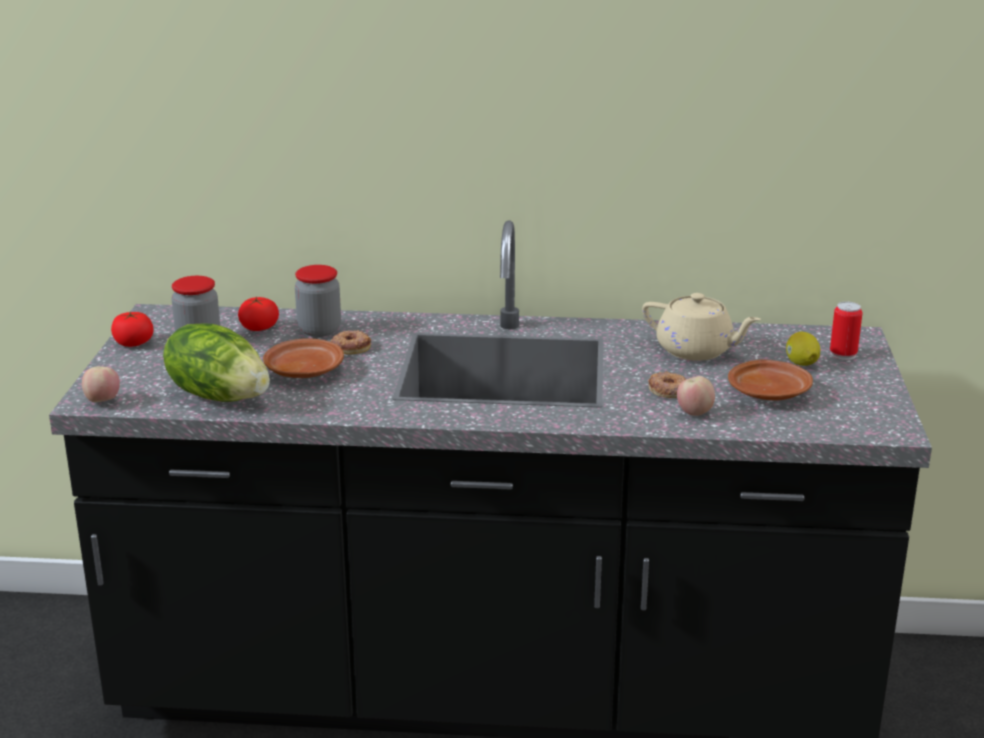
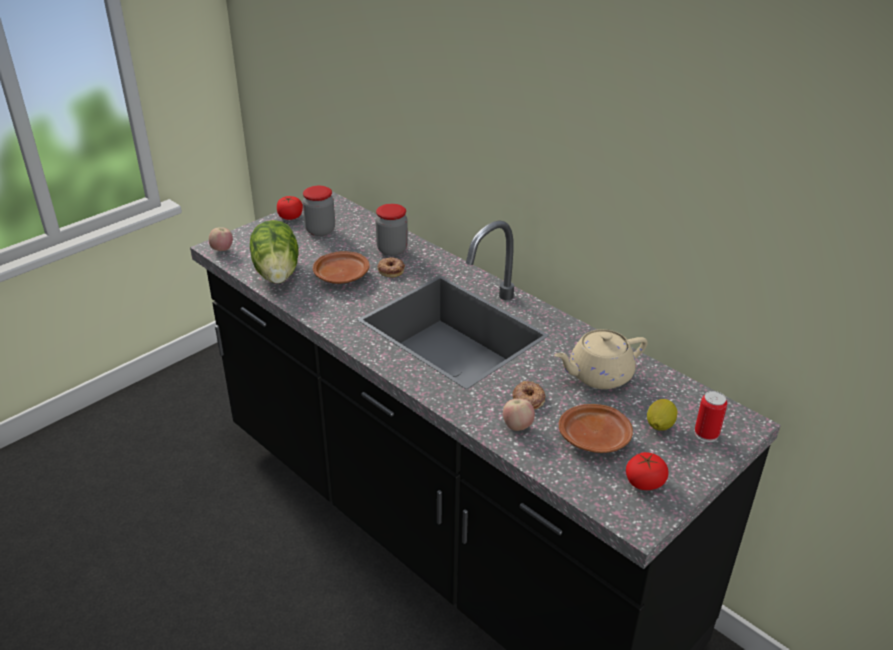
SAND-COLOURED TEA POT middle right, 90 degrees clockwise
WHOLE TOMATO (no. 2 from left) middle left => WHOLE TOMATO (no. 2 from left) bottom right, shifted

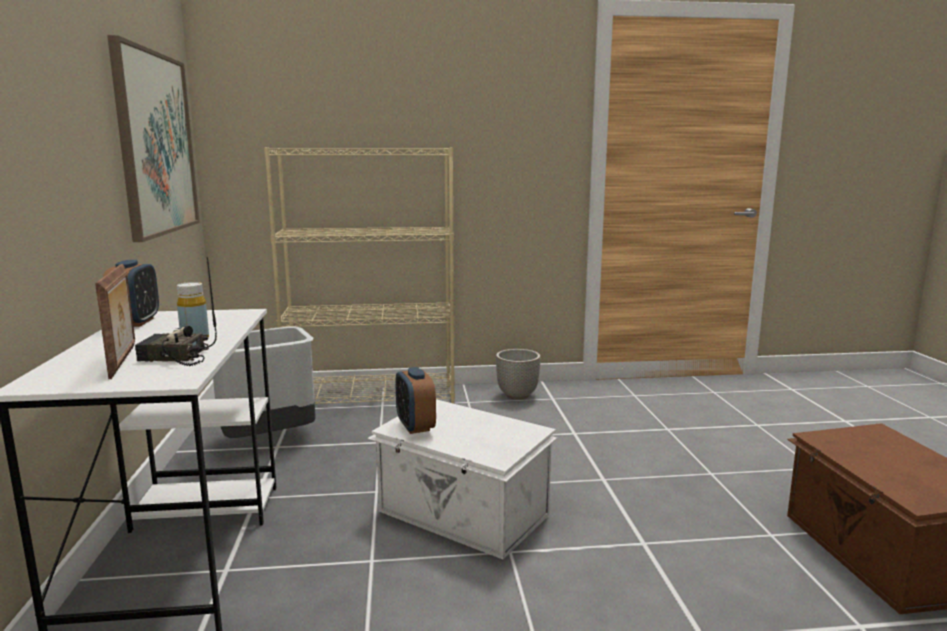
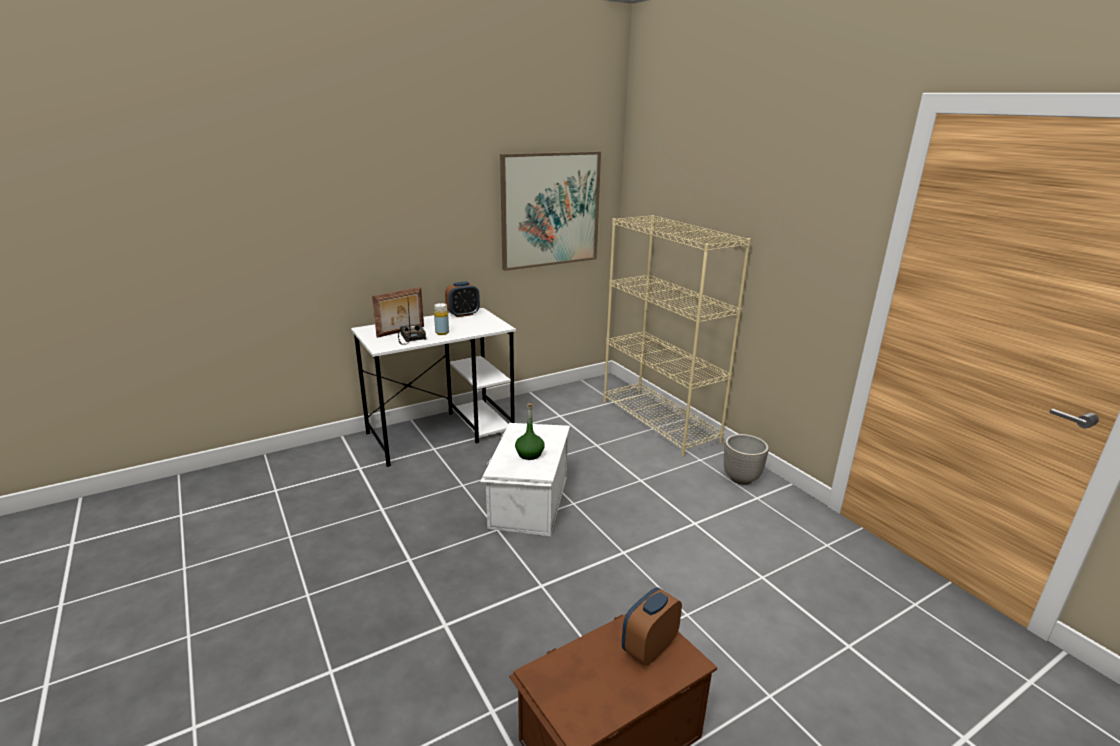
GRAY WASTE BIN middle left => nothing
TABLE CLOCK (no. 2 from left) centre => TABLE CLOCK (no. 2 from left) bottom centre, shifted
nothing => GREEN-COLOURED DRINK BOTTLE centre

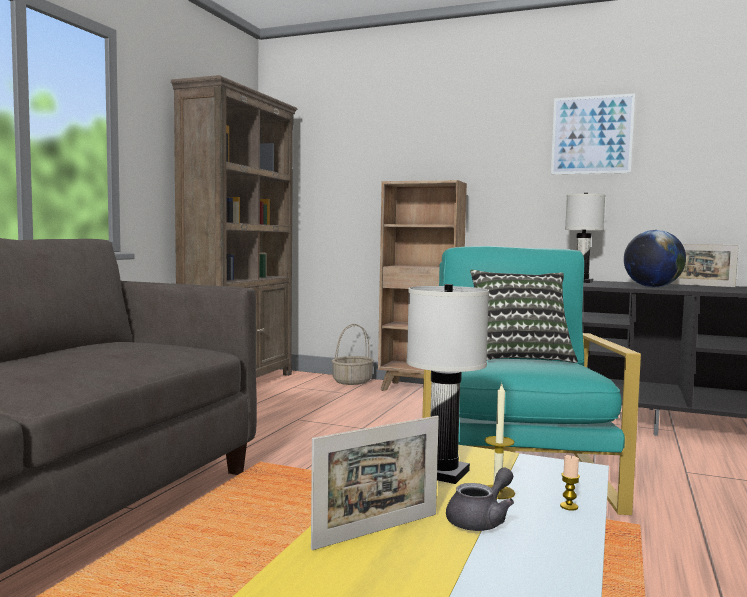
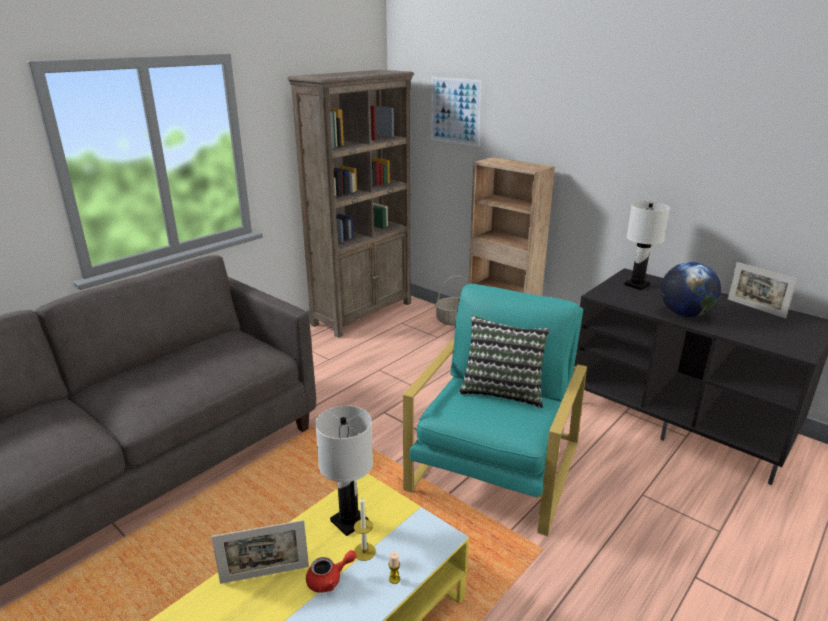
WALL PICTURE top right => WALL PICTURE top centre, shifted
GRAY TEA POT bottom centre => RED TEA POT bottom centre

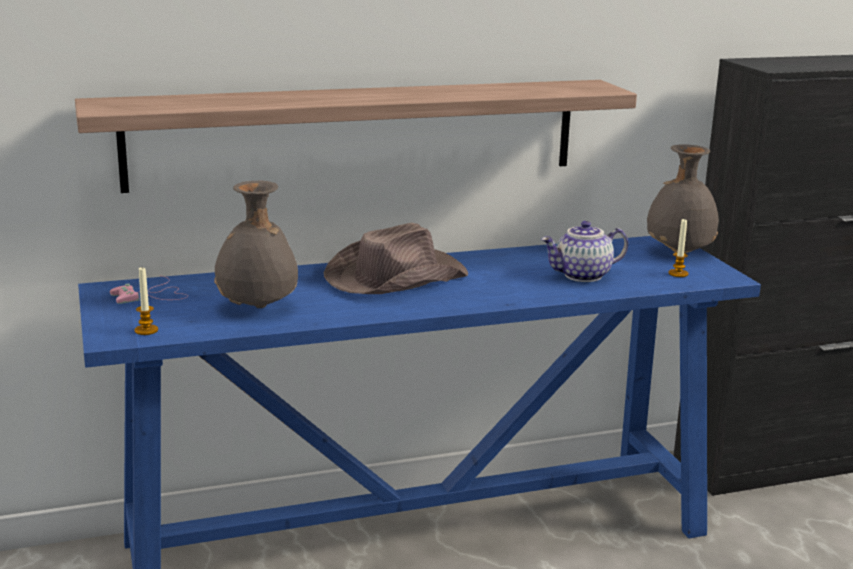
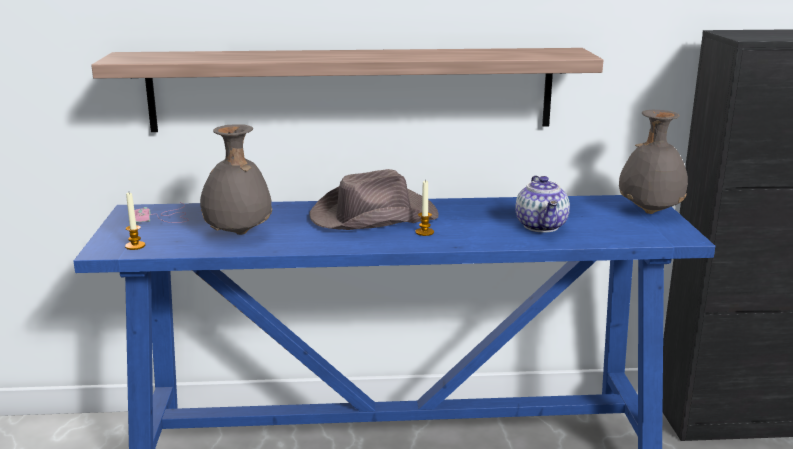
CANDLE (no. 2 from left) middle right => CANDLE (no. 2 from left) centre, shifted
TEA POT middle right, 90 degrees counterclockwise

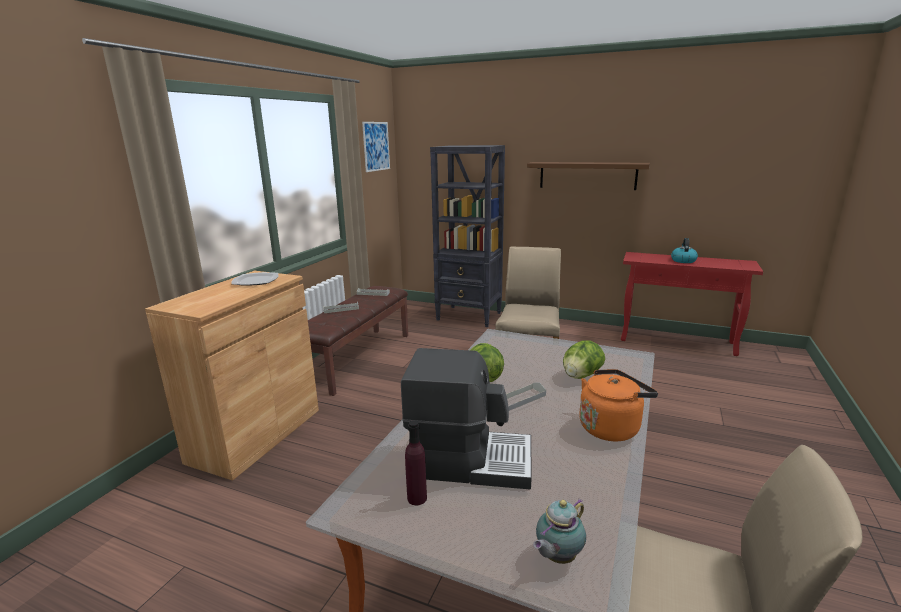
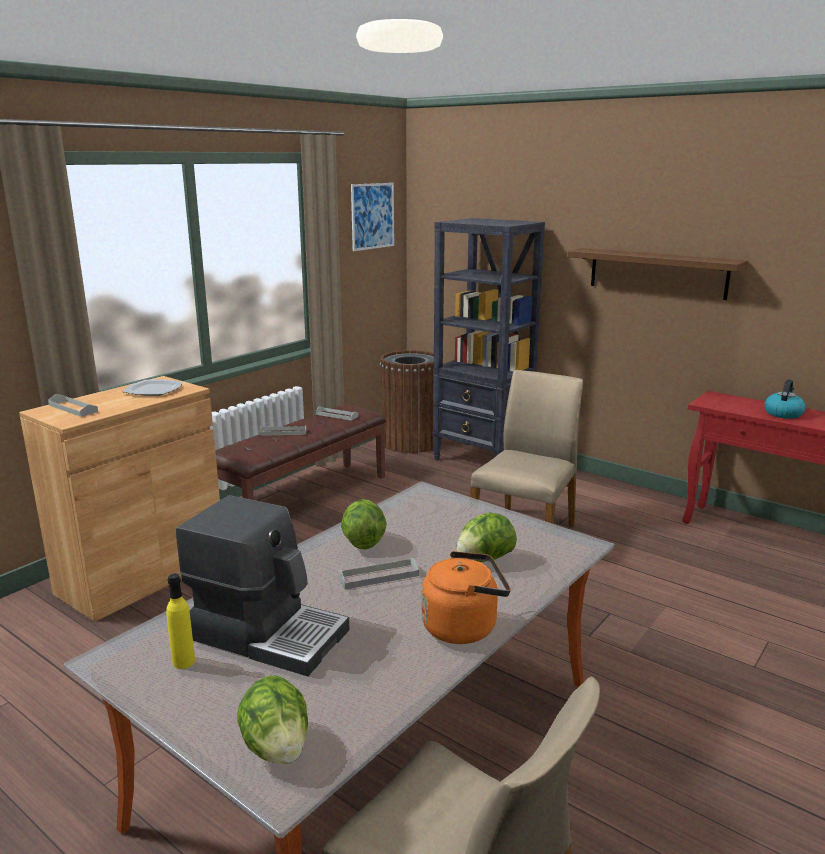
PURPLISH DRINK BOTTLE bottom centre => YELLOW DRINK BOTTLE bottom left
TEA POT bottom centre => LETTUCE HEAD (no. 1 from left) bottom left
nothing => BROWNISH WASTE BIN centre
nothing => GRAY CARRYING TRAY (no. 1 from left) middle left

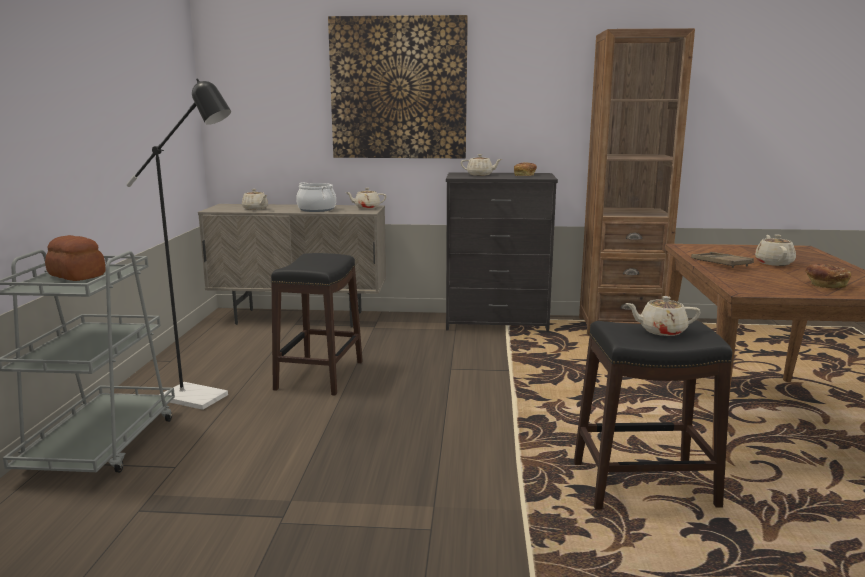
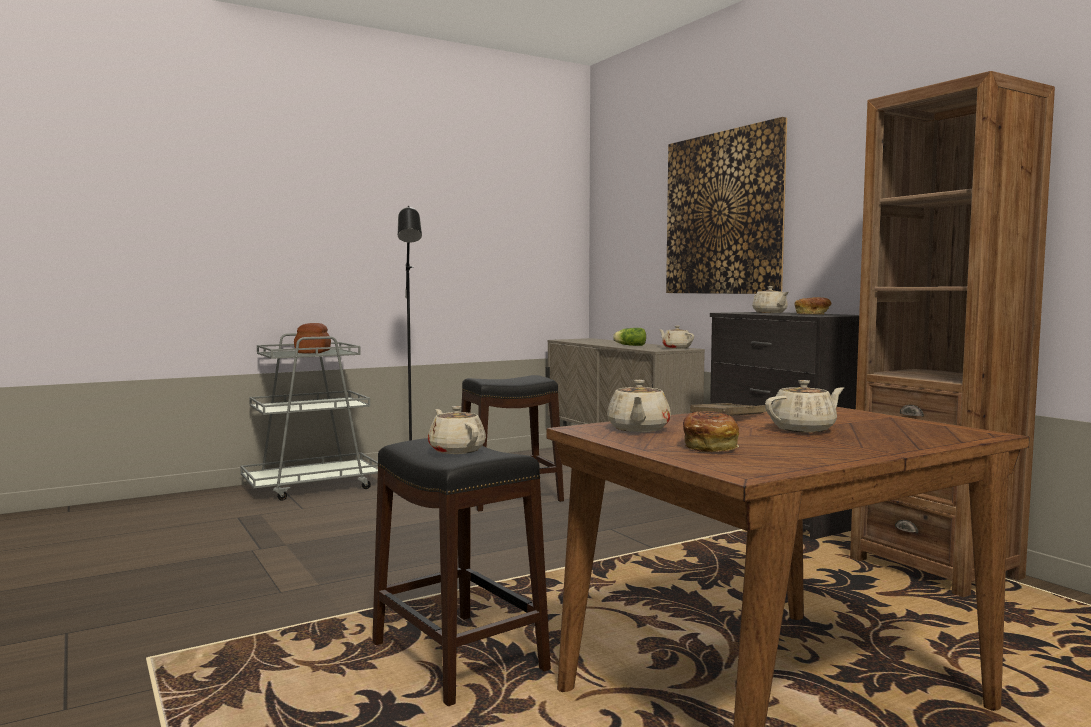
SAUCEPOT centre => LETTUCE HEAD centre
SAND-COLOURED TEA POT (no. 1 from left in the first image) middle left => SAND-COLOURED TEA POT (no. 2 from left) centre, shifted

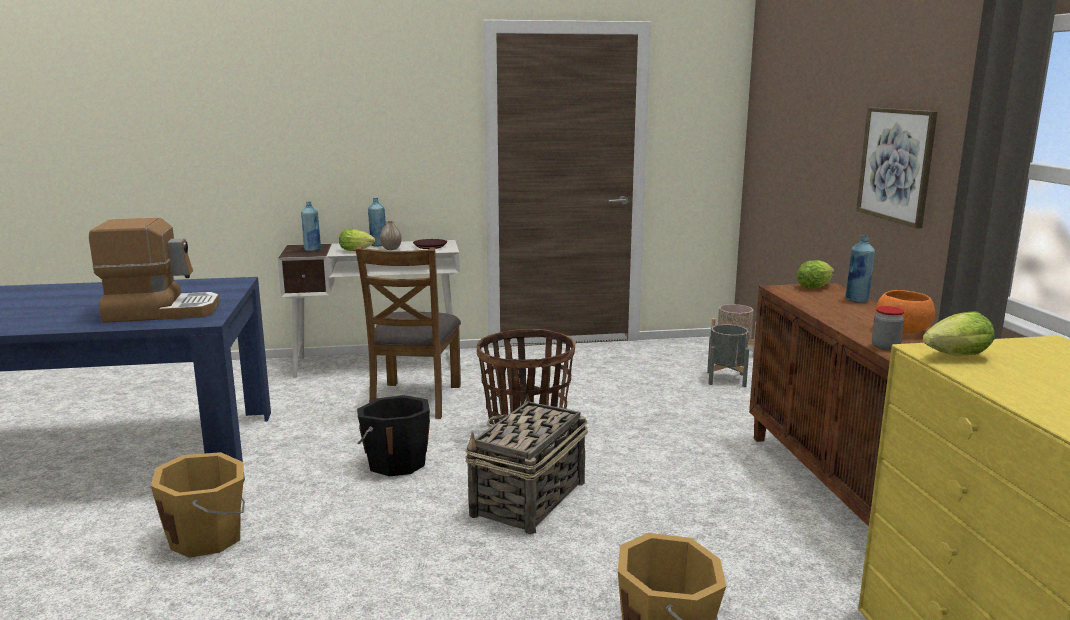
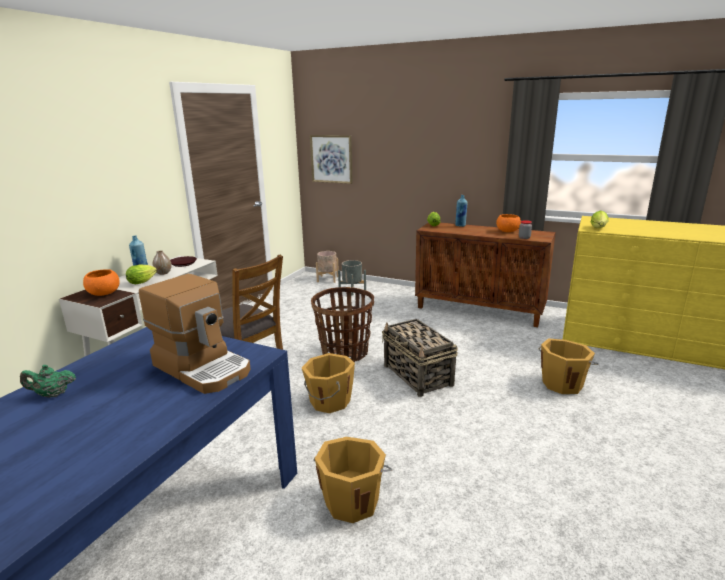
WALL PICTURE top right => WALL PICTURE top centre, shifted
BLUE-COLOURED DRINK BOTTLE (no. 1 from left) middle left => ORANGE-COLOURED DEEP DISH (no. 1 from left) middle left
COFFEE BREWER middle left, 105 degrees clockwise
BLACK-COLOURED WATER BUCKET bottom centre => ORANGE-COLOURED WATER BUCKET (no. 1 from left) centre
nothing => GREEN-COLOURED TEA POT middle left

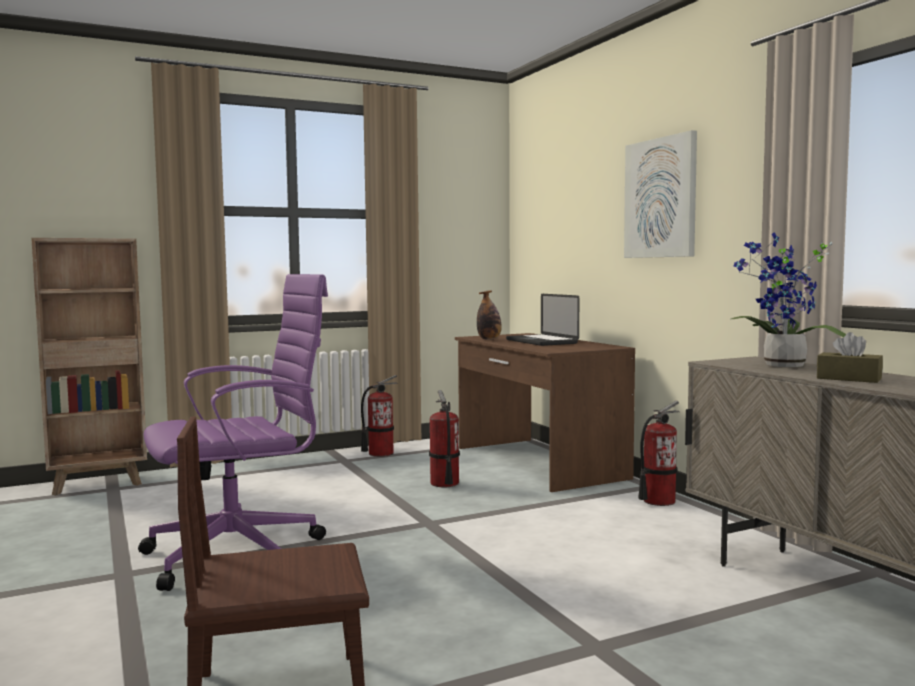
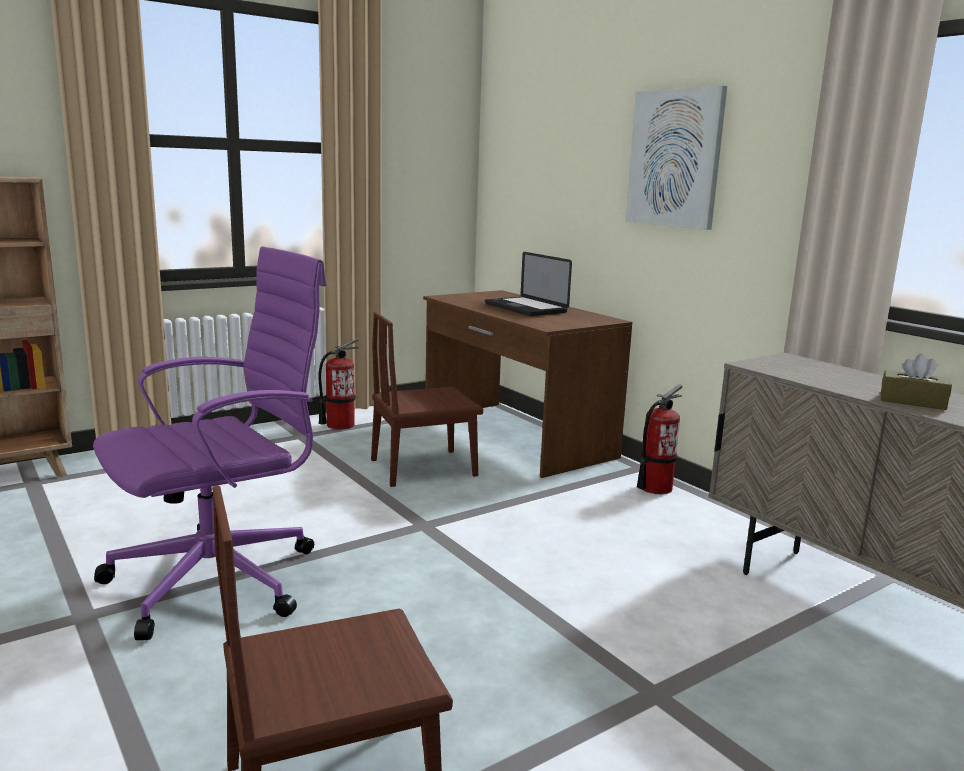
PLANT IN A POT middle right => nothing
DRINK BOTTLE centre => nothing
FIRE-FIGHTING CYLINDER (no. 2 from left) centre => BROWNISH PLAIN CHAIR (no. 2 from left) centre

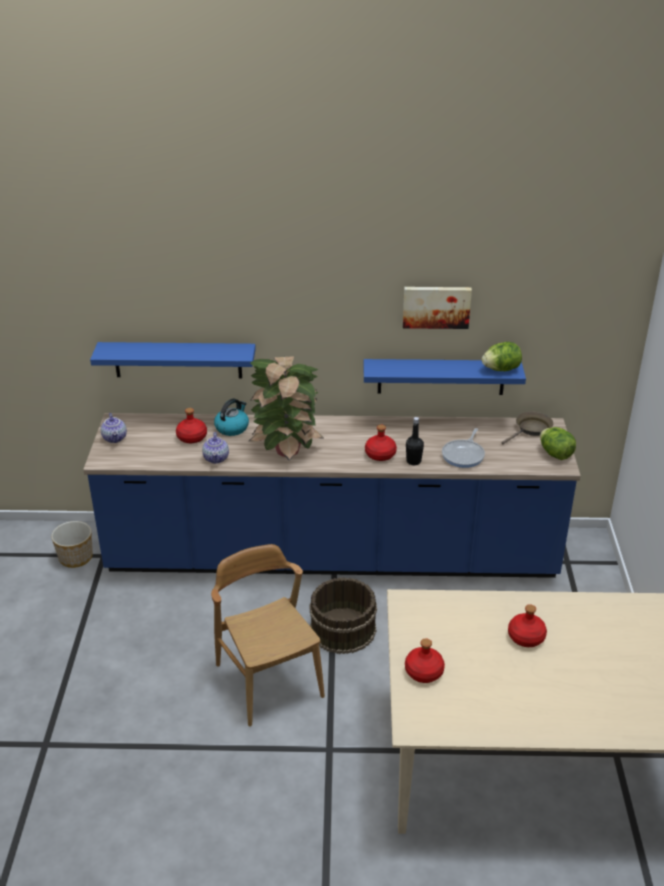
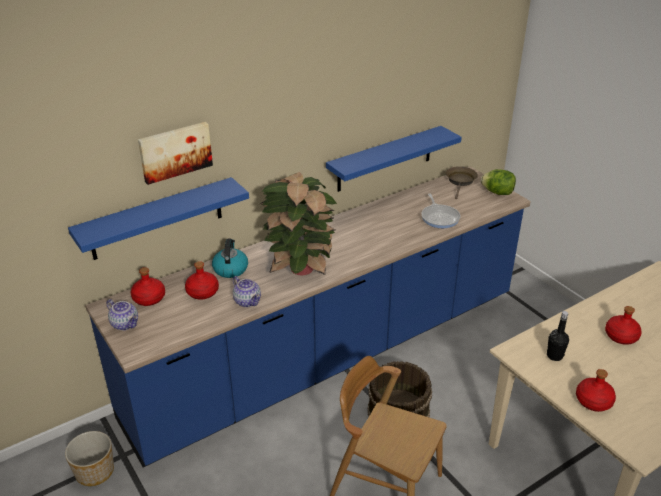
WALL PICTURE centre => WALL PICTURE top left, shifted
LETTUCE HEAD (no. 1 from left) middle right => nothing
BLACK-COLOURED DRINK BOTTLE centre => BLACK-COLOURED DRINK BOTTLE bottom right, shifted
RED DRINK BOTTLE (no. 2 from left in the first image) centre => RED DRINK BOTTLE (no. 1 from left) middle left, shifted

